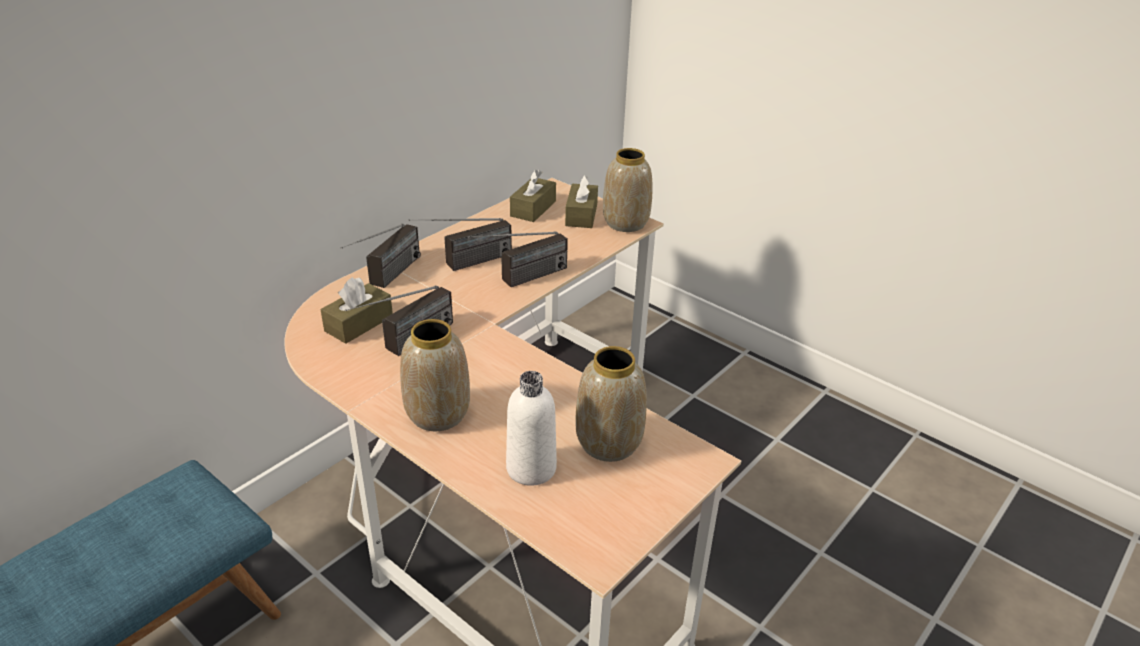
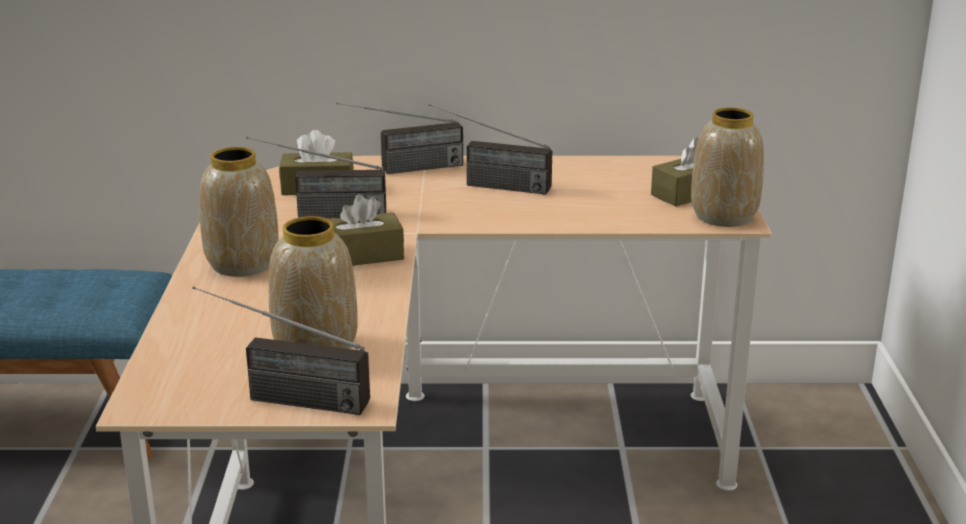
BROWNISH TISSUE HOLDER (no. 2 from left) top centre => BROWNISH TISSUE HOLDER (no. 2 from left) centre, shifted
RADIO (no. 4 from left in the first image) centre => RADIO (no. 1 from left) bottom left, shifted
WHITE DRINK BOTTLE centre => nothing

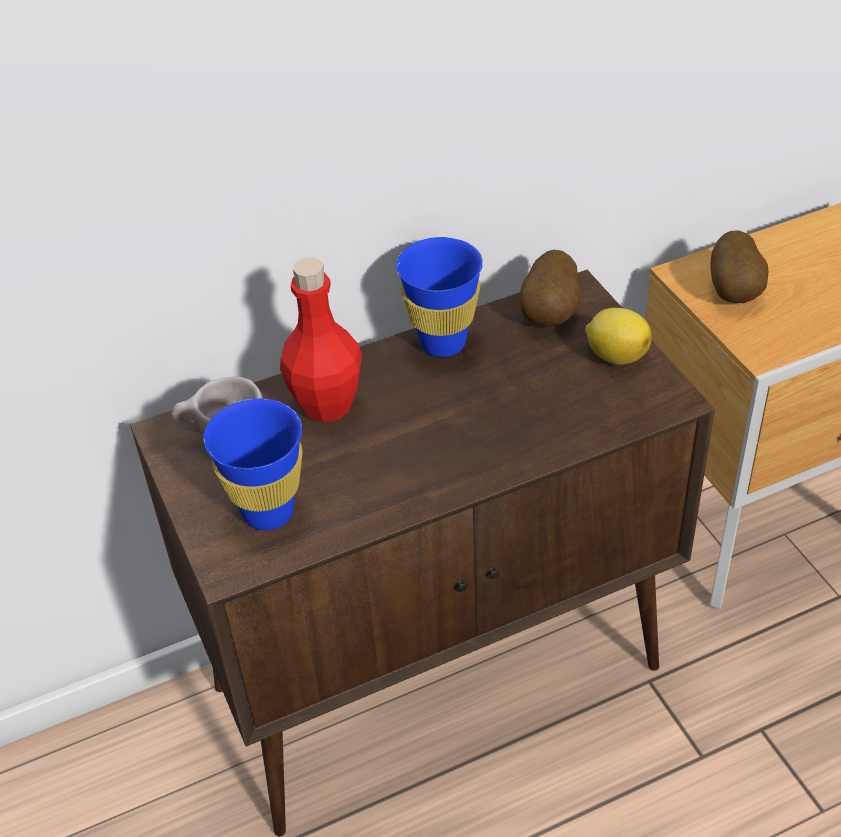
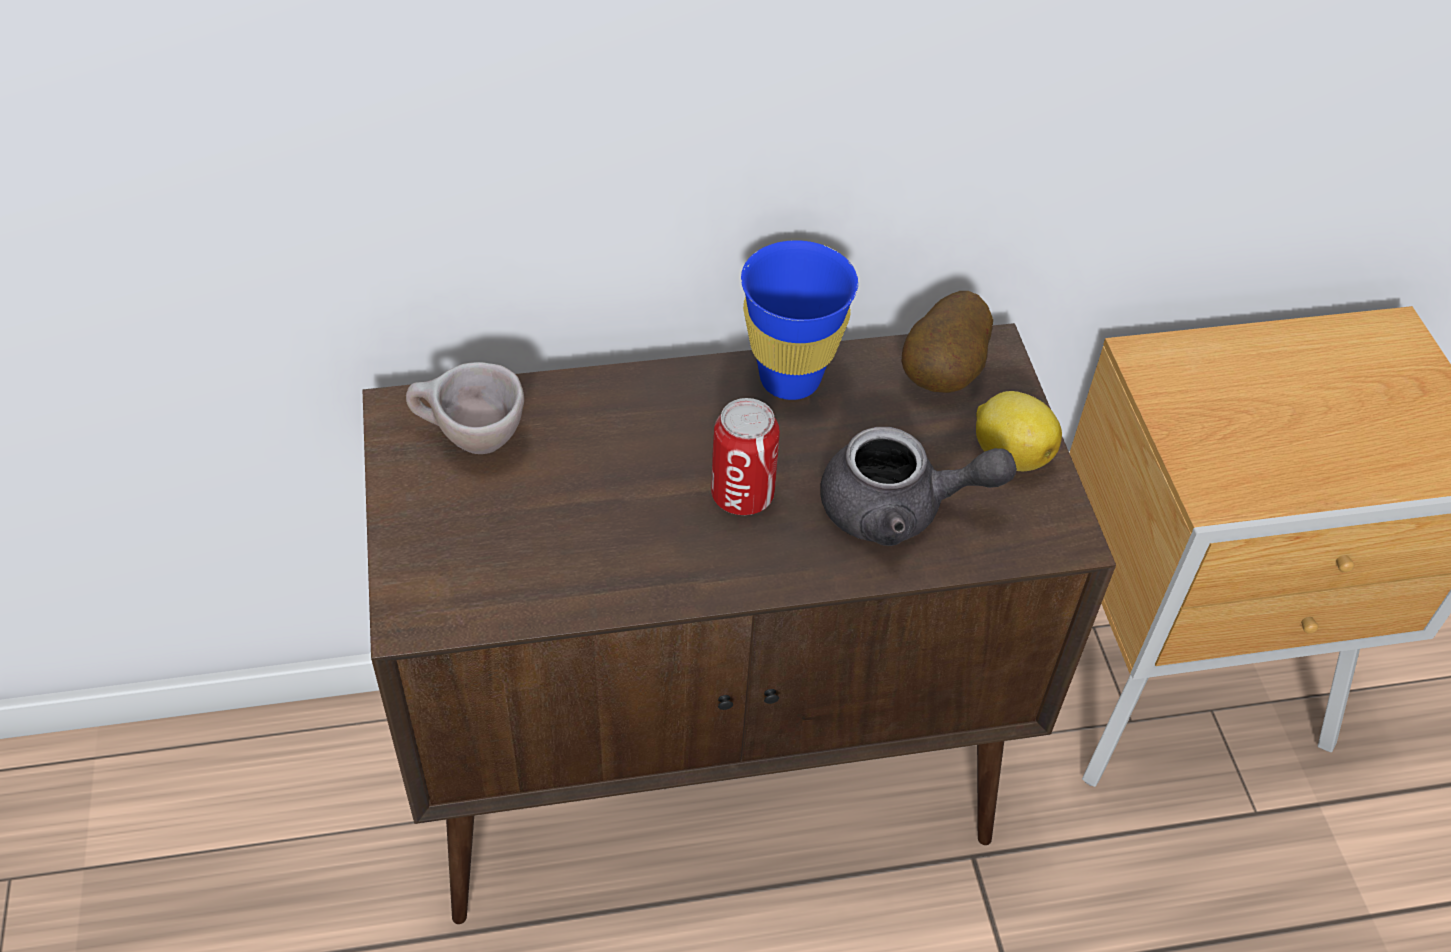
SPUD (no. 2 from left) top right => nothing
RED DRINK BOTTLE centre => nothing
BLUE-COLOURED DRINKING CUP (no. 1 from left) middle left => nothing
nothing => SEALED CAN centre
nothing => GRAY TEA POT centre

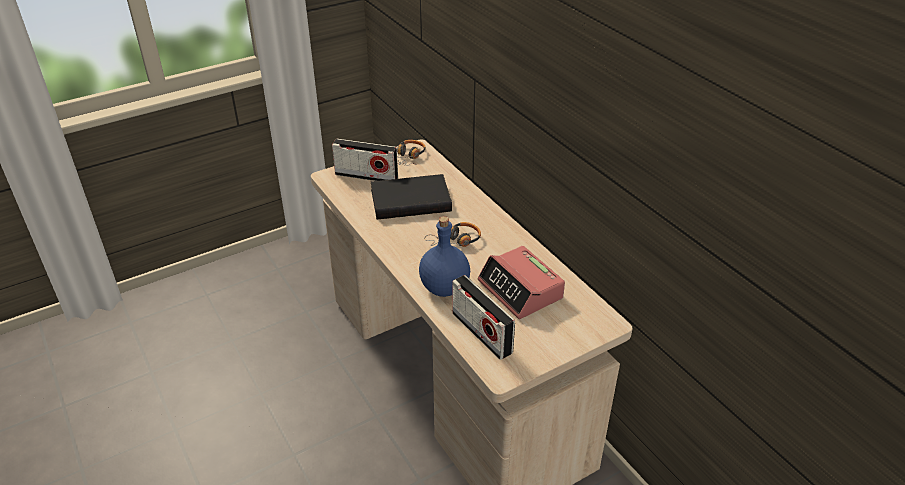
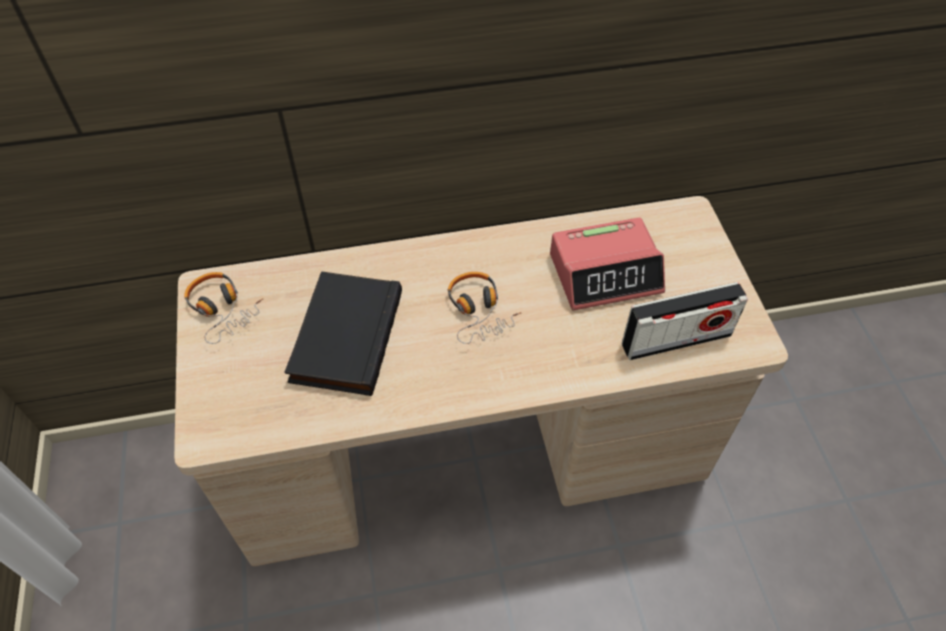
RADIO (no. 1 from left) top centre => nothing
BLUE-COLOURED DRINK BOTTLE centre => nothing

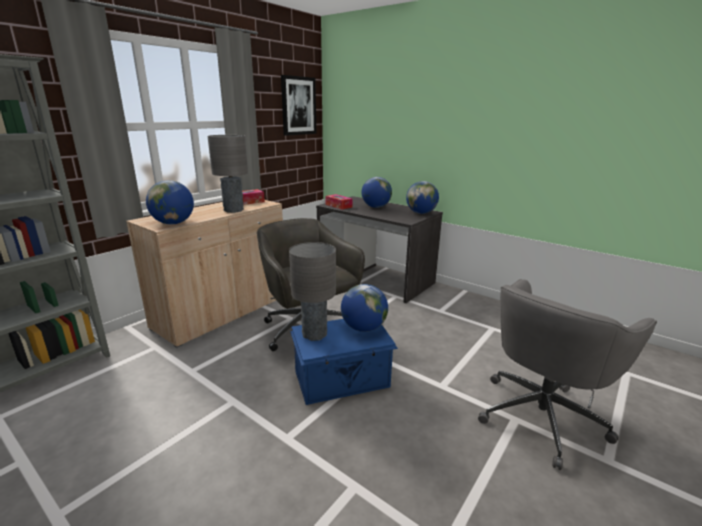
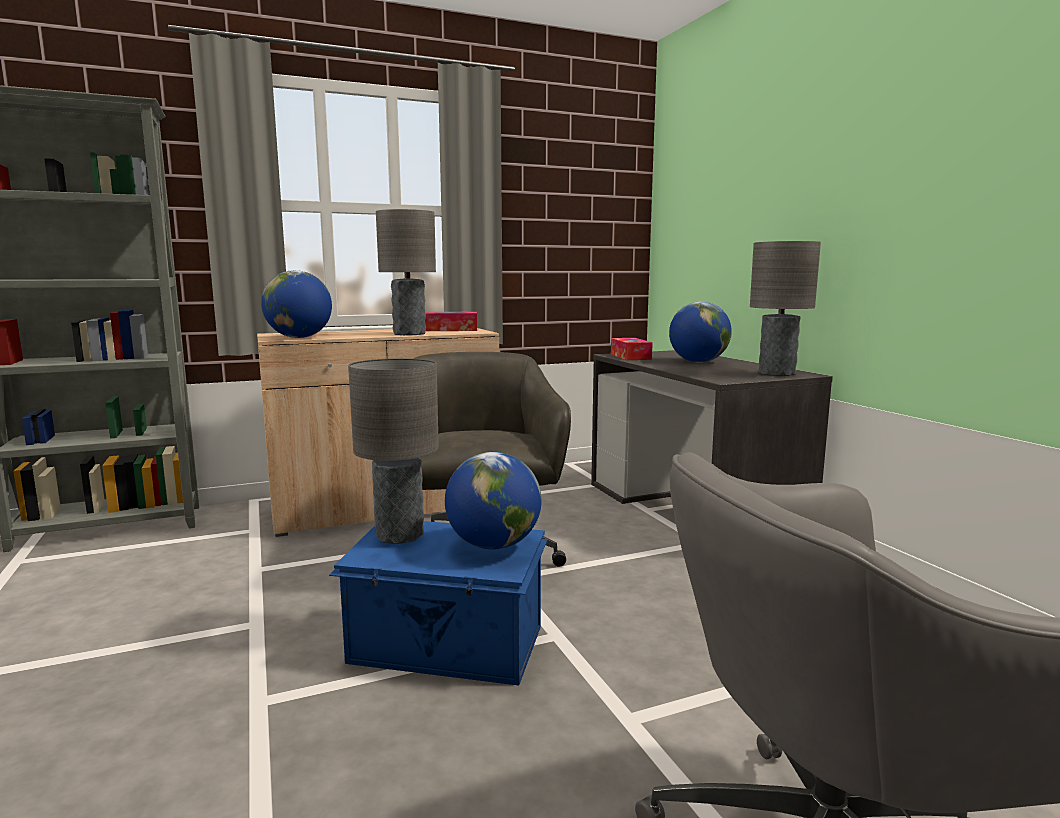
WALL PICTURE top centre => nothing
DESK GLOBE (no. 4 from left) centre => GRAY TABLETOP LAMP (no. 3 from left) middle right

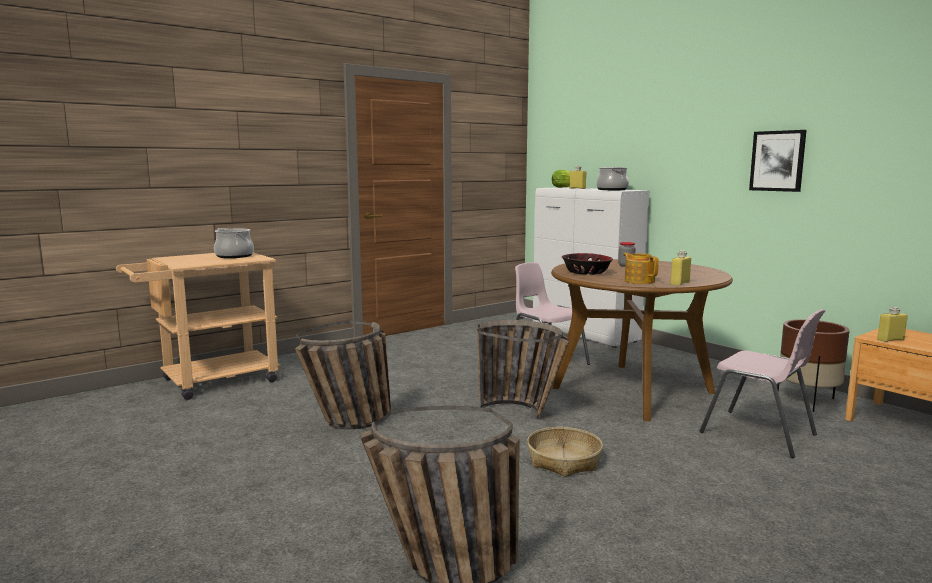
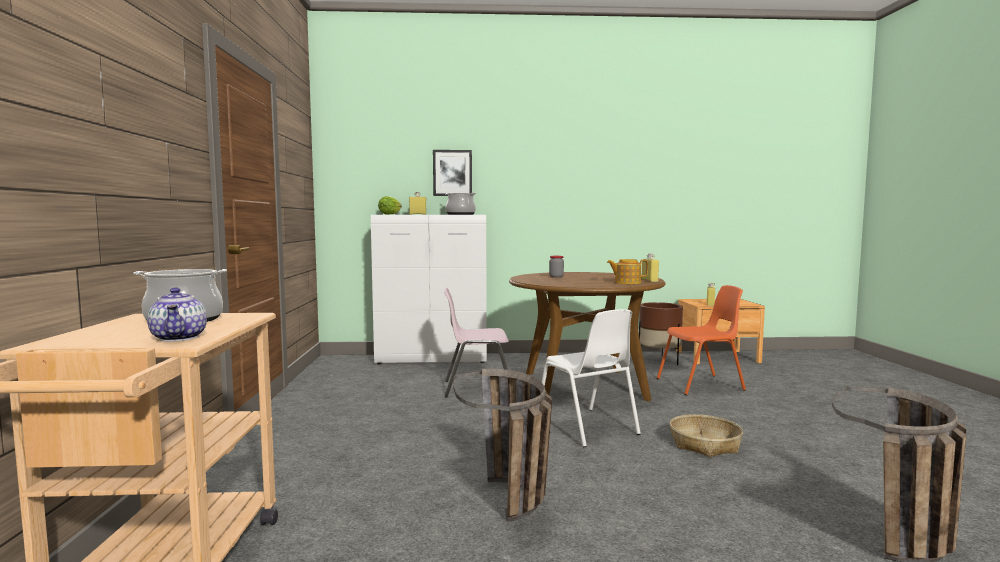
WALL PICTURE top right => WALL PICTURE top centre, shifted
DEEP DISH centre => nothing
PINK-COLOURED PLAIN CHAIR (no. 2 from left) middle right => ORANGE-COLOURED PLAIN CHAIR middle right
HOUSEHOLD BASKET (no. 3 from left) centre => WHITE PLAIN CHAIR bottom centre
nothing => TEA POT (no. 1 from left) middle left

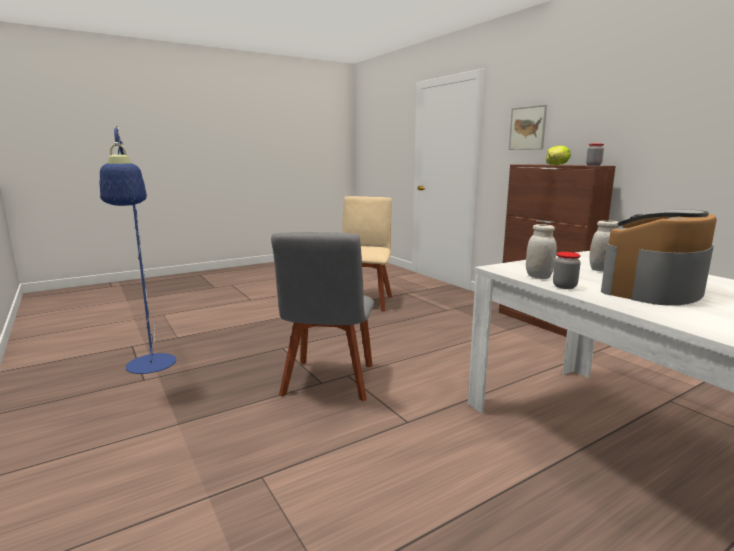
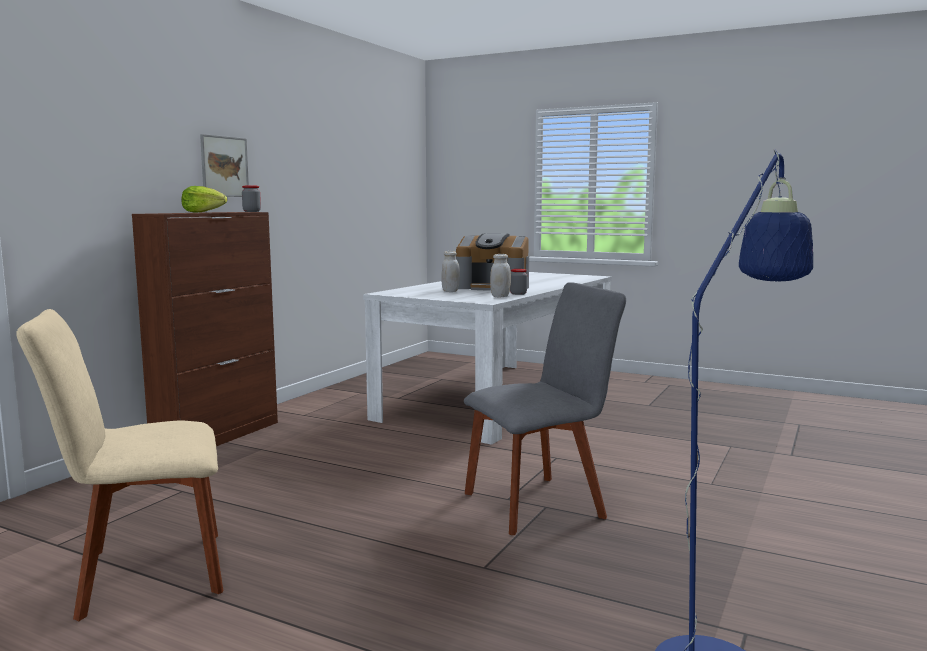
WALL PICTURE top right => WALL PICTURE top left, shifted

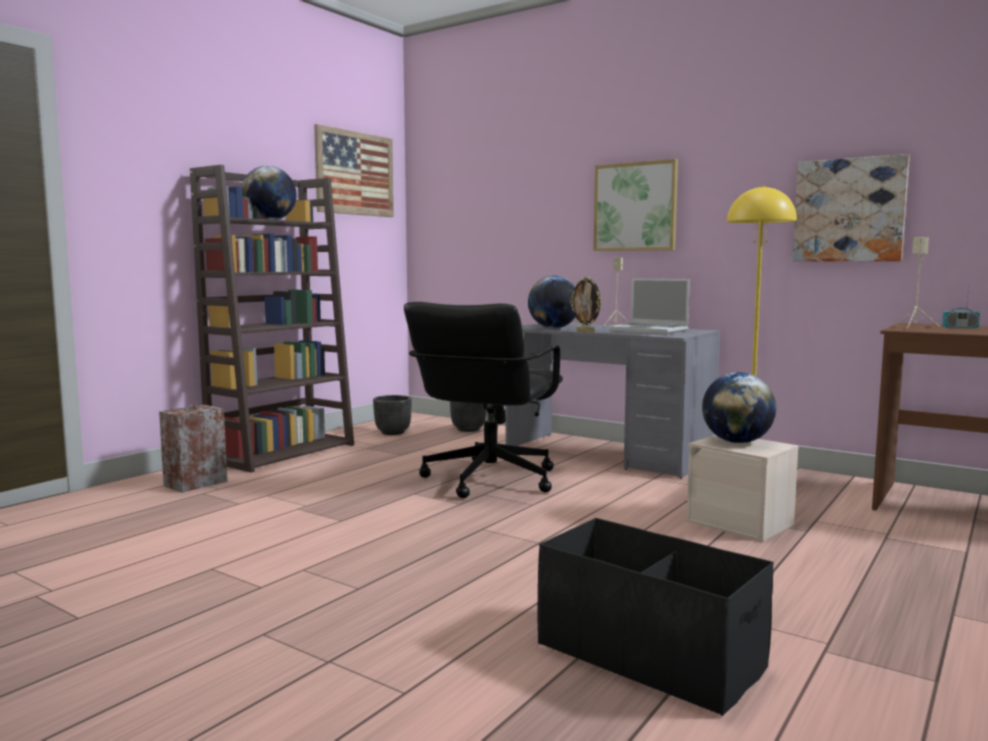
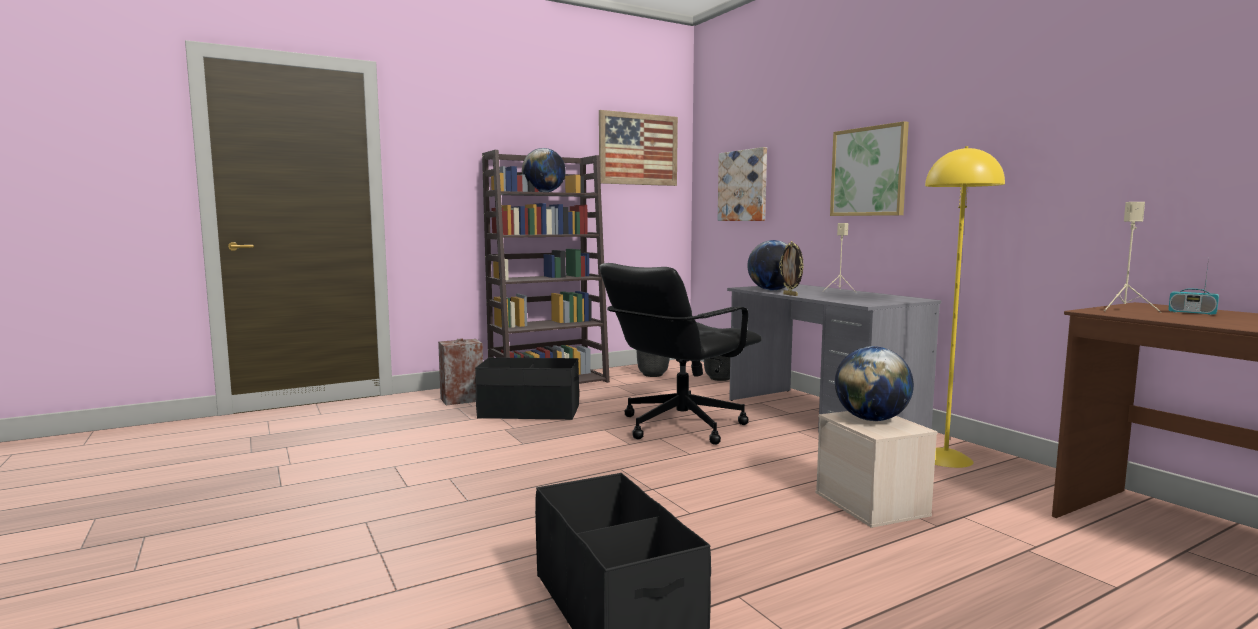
WALL PICTURE (no. 3 from left in the first image) top right => WALL PICTURE (no. 2 from left) top centre, shifted
PORTABLE COMPUTER centre => nothing
nothing => BLACK-COLOURED STORAGE BIN (no. 1 from left) centre

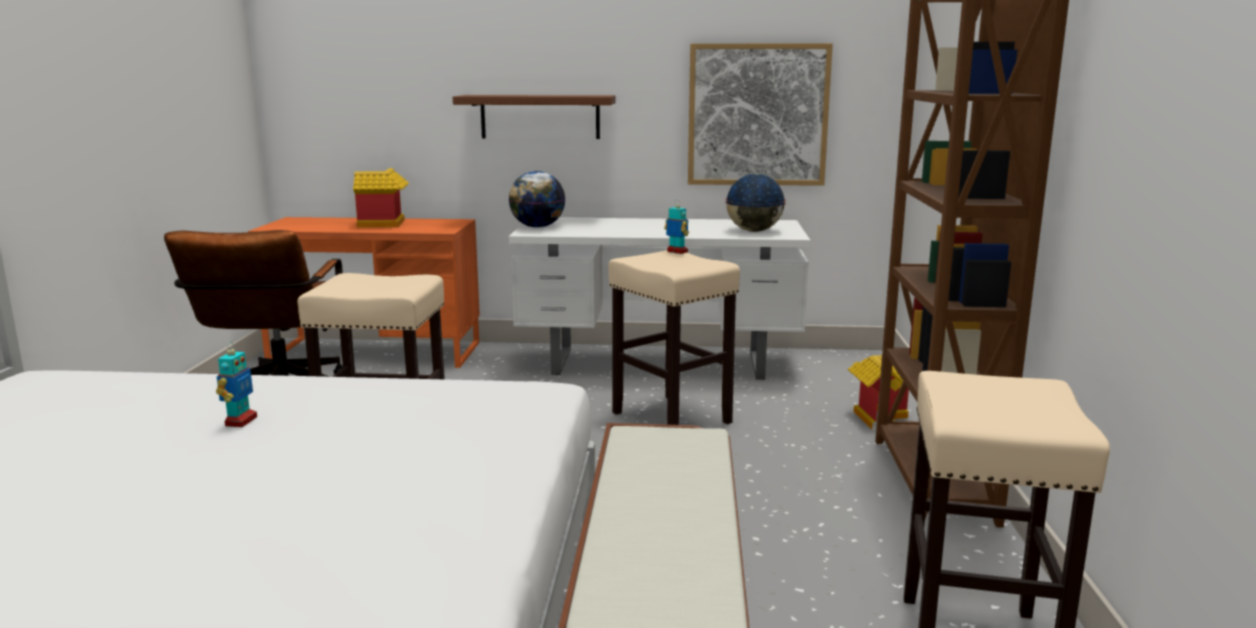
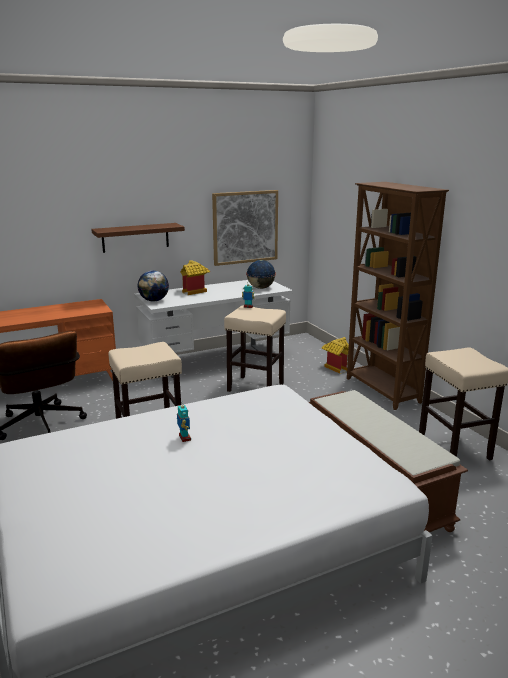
MODEL HOUSE (no. 1 from left) top left => MODEL HOUSE (no. 1 from left) centre, shifted

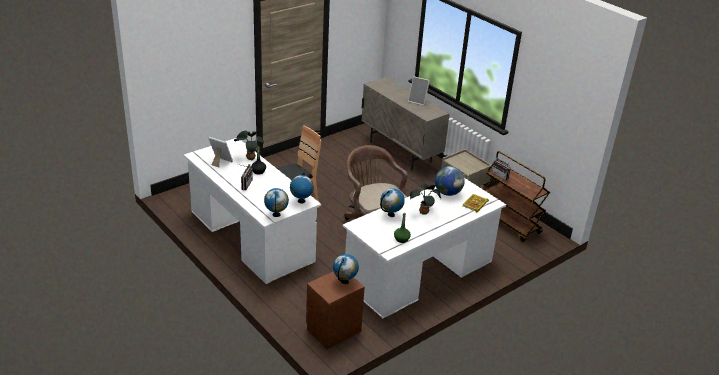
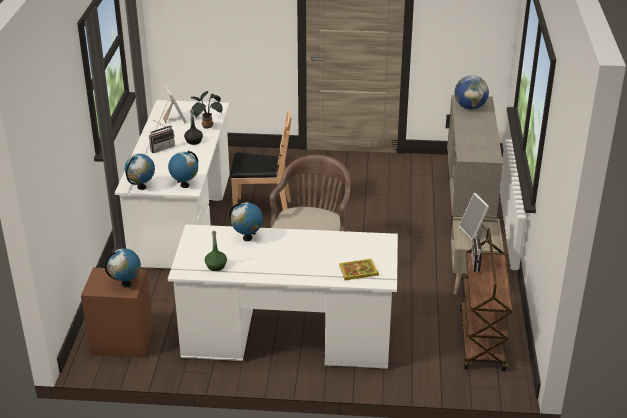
PHOTO FRAME (no. 2 from left) top centre => PHOTO FRAME (no. 2 from left) middle right, shifted
DESK GLOBE (no. 5 from left) centre => DESK GLOBE (no. 5 from left) top right, shifted
PLANT IN A POT (no. 2 from left) centre => nothing

